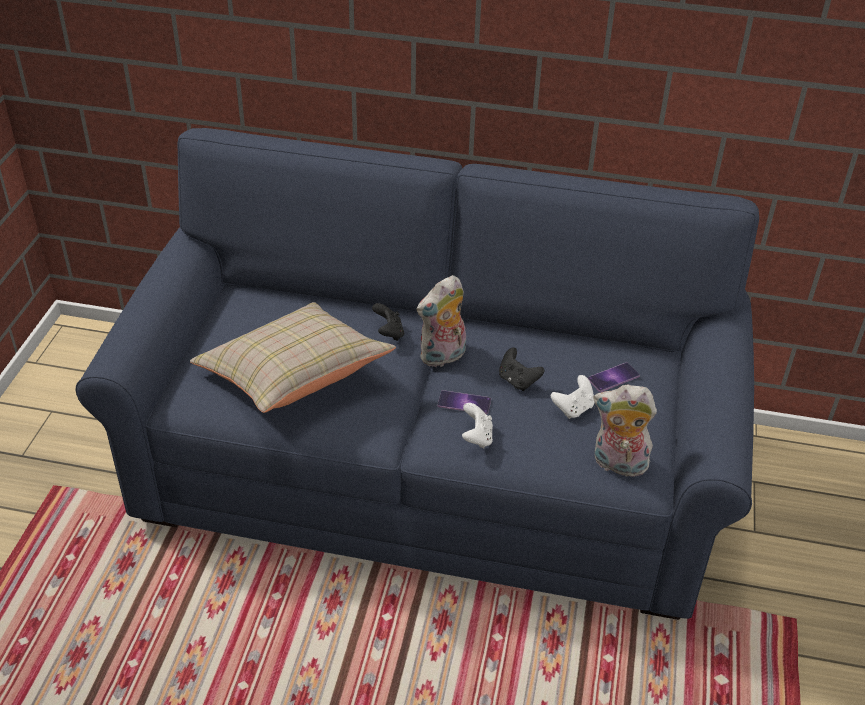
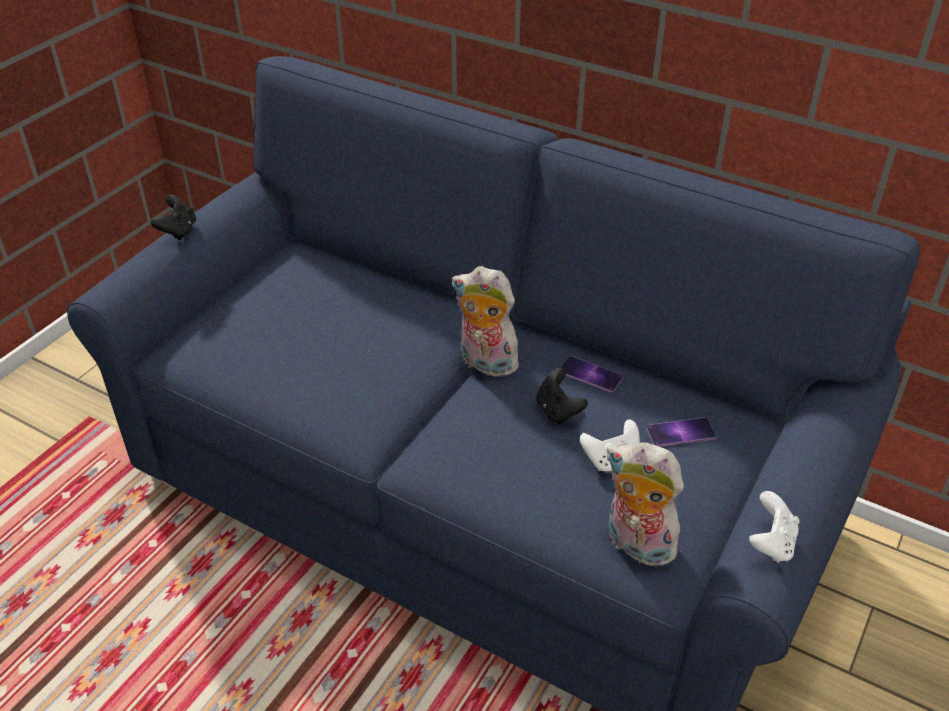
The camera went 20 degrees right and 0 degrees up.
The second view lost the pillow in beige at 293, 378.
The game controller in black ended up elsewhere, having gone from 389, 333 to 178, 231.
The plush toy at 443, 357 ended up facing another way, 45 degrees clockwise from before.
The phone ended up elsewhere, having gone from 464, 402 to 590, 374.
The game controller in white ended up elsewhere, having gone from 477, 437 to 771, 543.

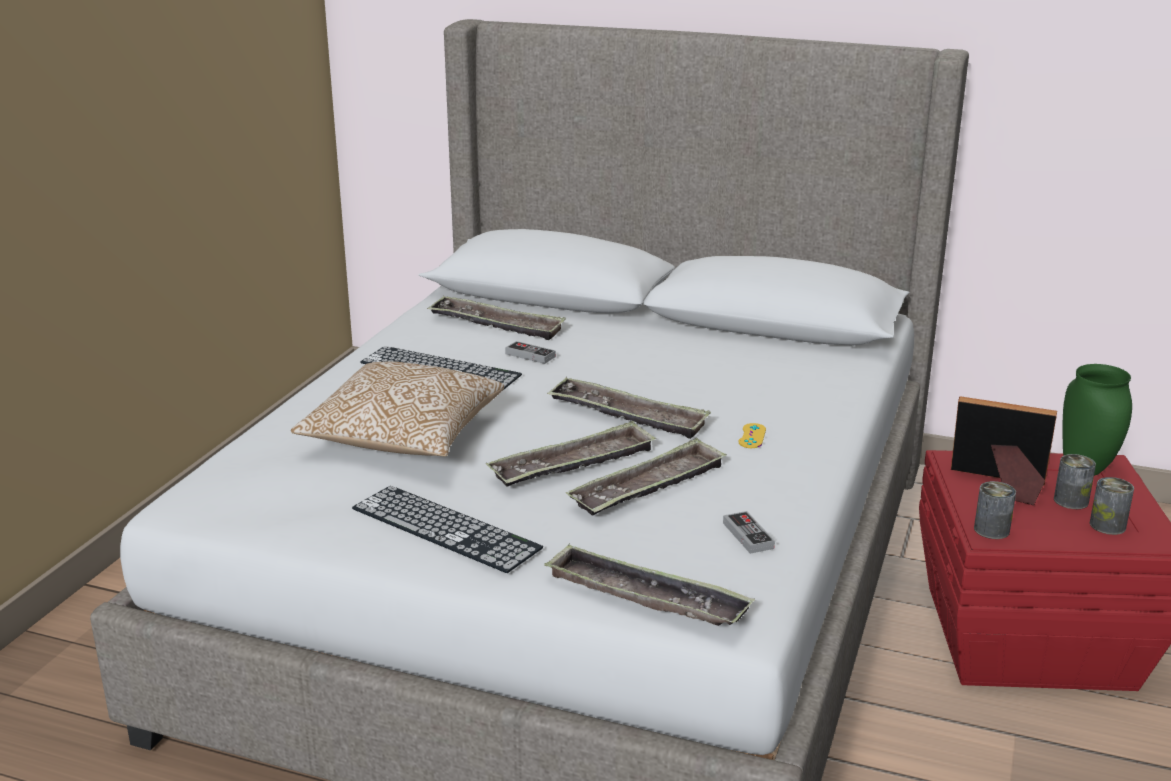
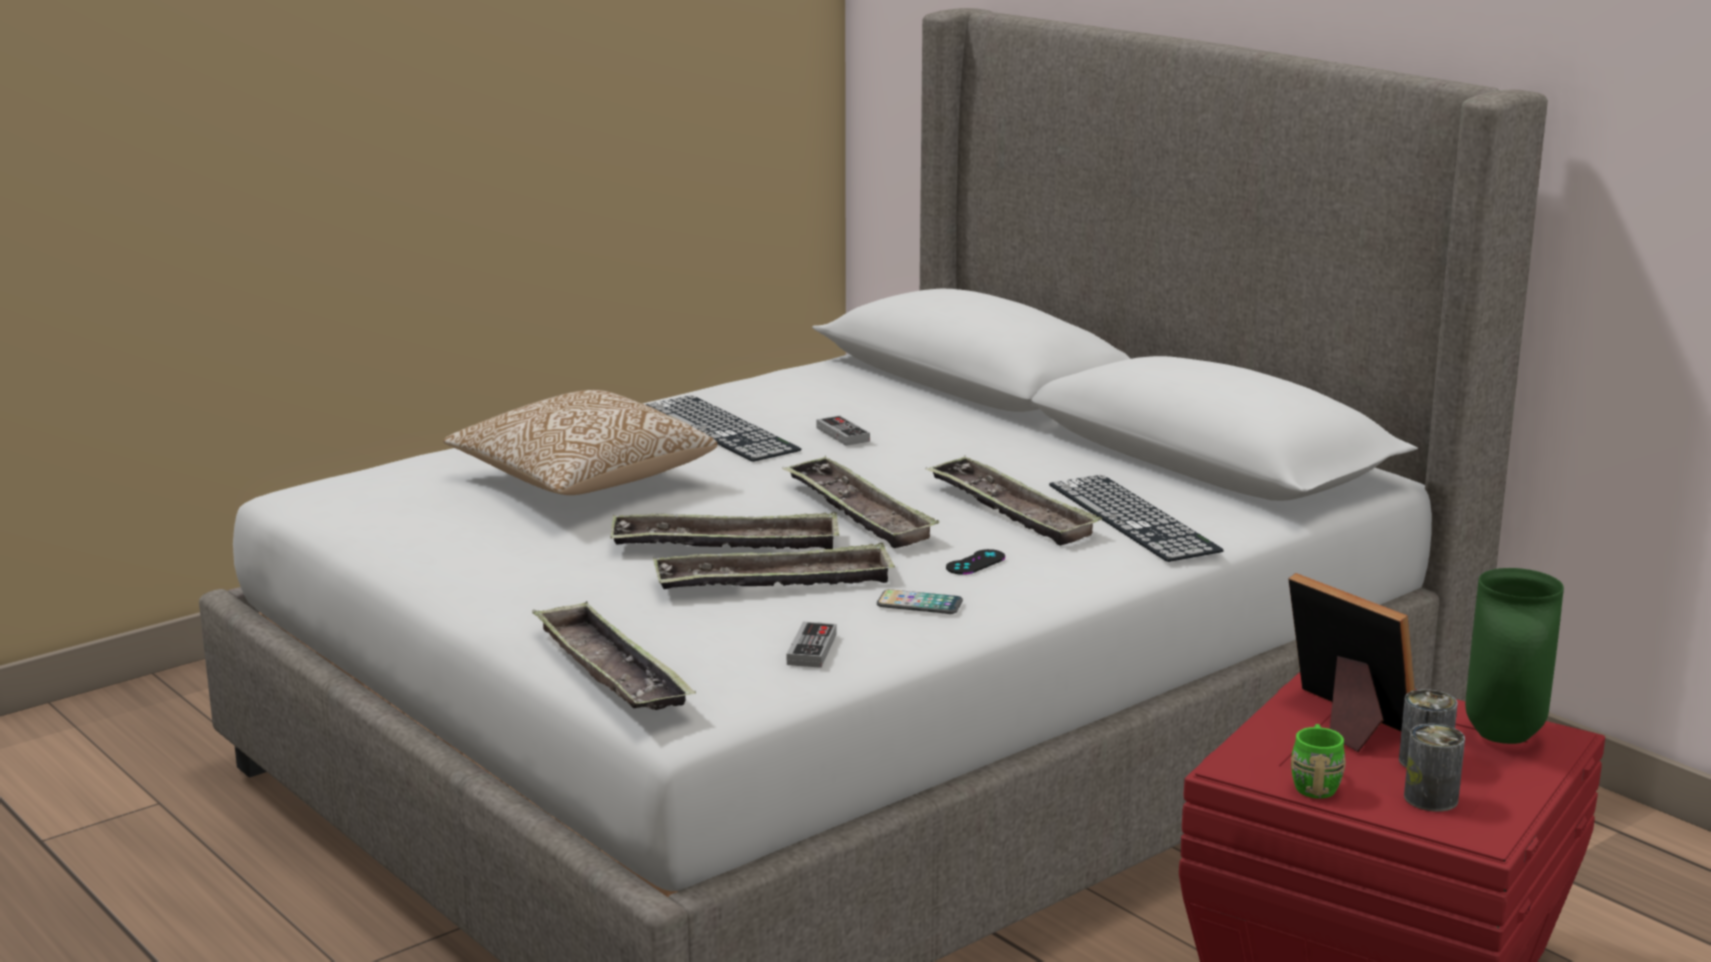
The camera went 30 degrees right and 5 degrees down.
The keyboard ended up elsewhere, having gone from 445, 528 to 1133, 518.
The tray ended up elsewhere, having gone from 496, 324 to 1010, 510.
What was the game controller in yellow at 752, 436 turned into the game controller in black at 975, 563.
The second view lost the can at 991, 530.
The second view gained the phone at 919, 604.
The second view gained the mug in green at 1315, 783.

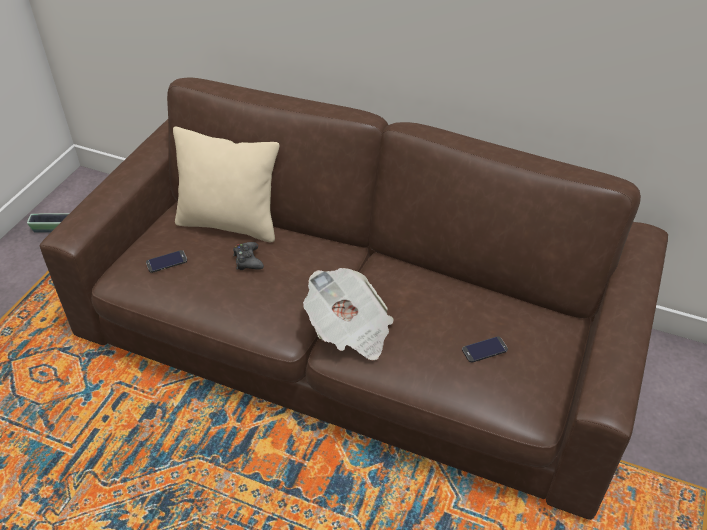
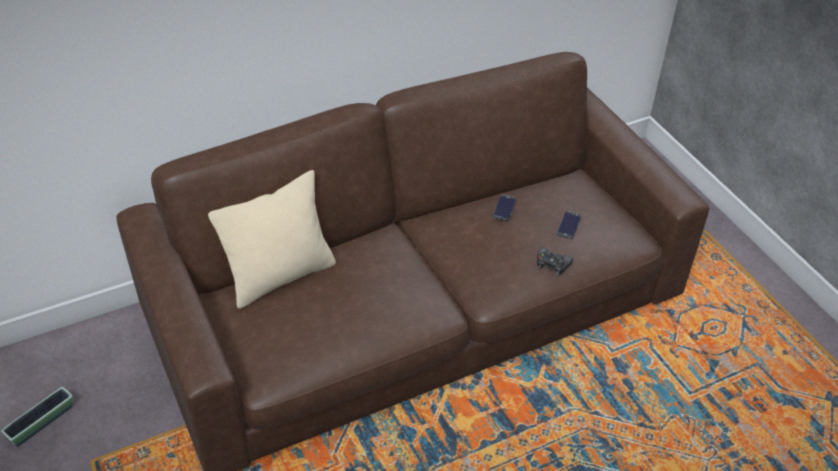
The camera went 50 degrees left and 0 degrees up.
The phone ended up elsewhere, having gone from 166, 262 to 504, 208.
The game controller in black ended up elsewhere, having gone from 248, 260 to 552, 264.
The second view lost the newspaper at 350, 329.

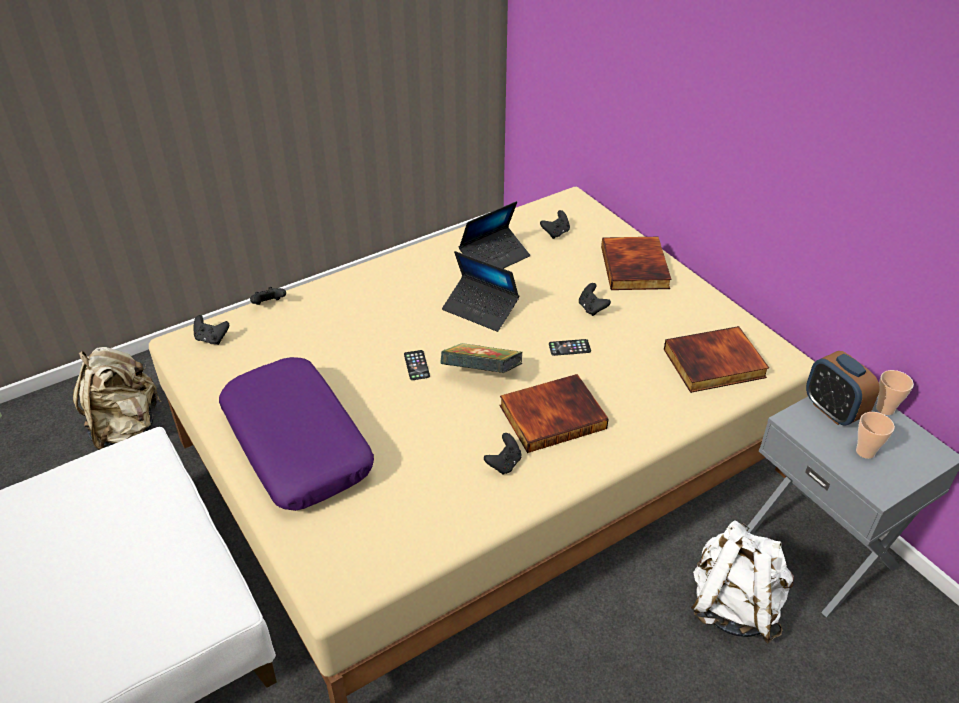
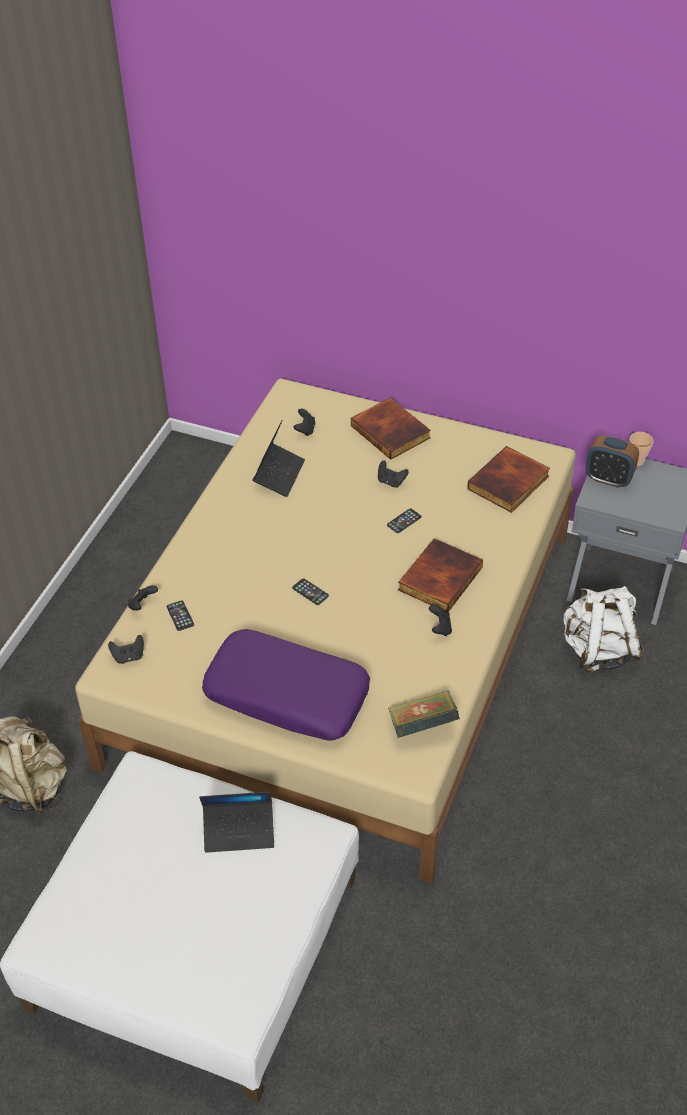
The camera went 35 degrees left and 5 degrees up.
The book ended up elsewhere, having gone from 481, 374 to 422, 727.
The laptop ended up elsewhere, having gone from 480, 309 to 239, 831.
The second view lost the cup at 865, 451.
The second view gained the phone at 180, 616.

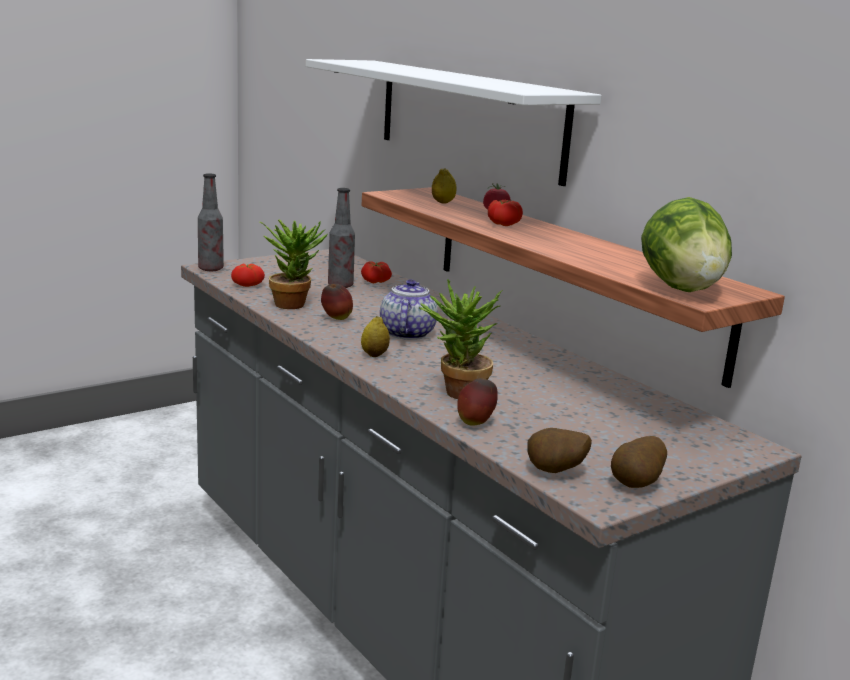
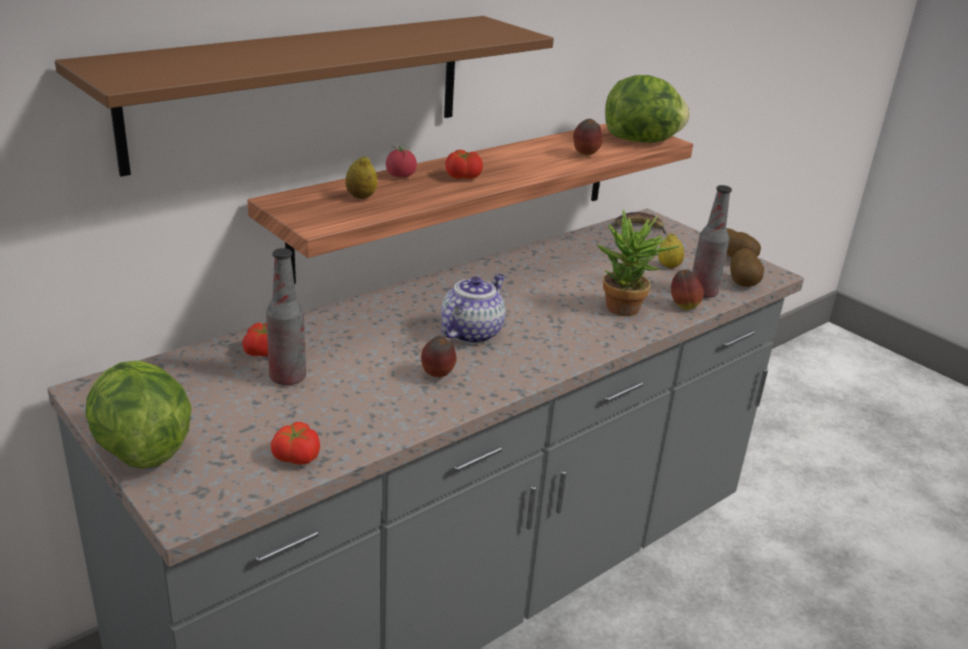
The camera went 95 degrees left and 10 degrees up.
The bottle ended up elsewhere, having gone from 211, 269 to 703, 293.
The second view lost the potted plant at 293, 303.
What was the shelf in white at 468, 118 turned into the shelf in brown at 302, 89.
The lemon ended up elsewhere, having gone from 374, 355 to 668, 266.
The teapot at 407, 333 ended up facing another way, 120 degrees clockwise from before.
The second view gained the lettuce at 140, 448.
The second view gained the apple at 585, 155.
The second view gained the banana at 638, 227.

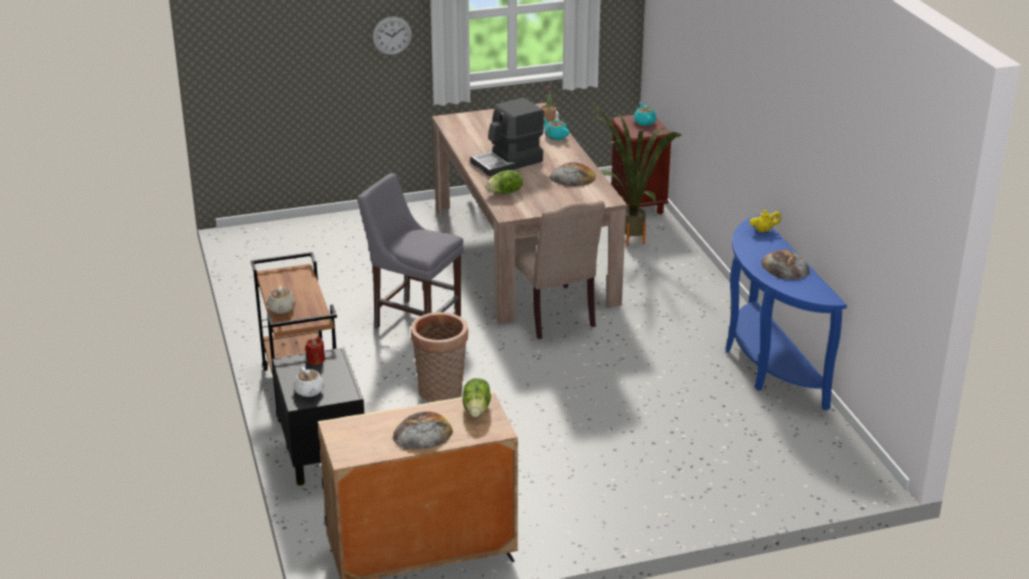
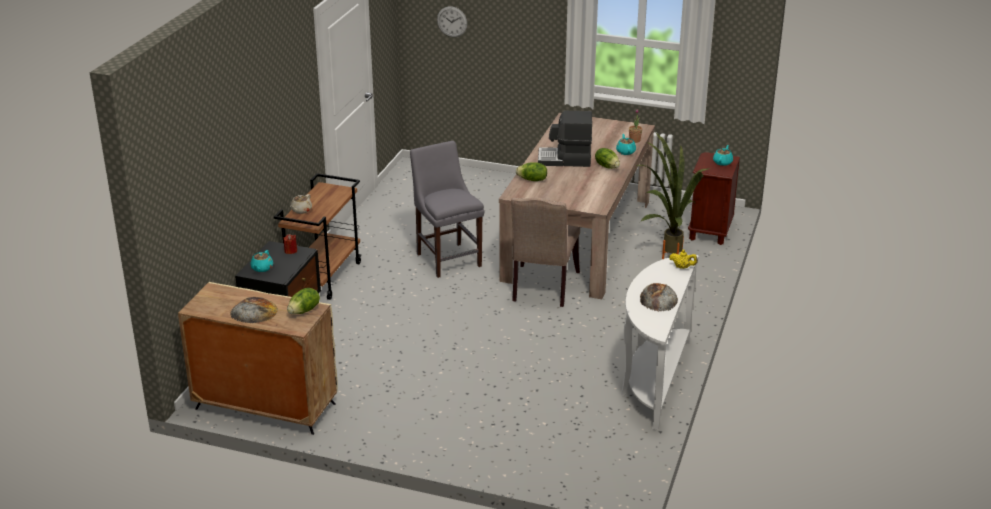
The camera went 35 degrees right and 0 degrees up.
What was the teapot in white at 309, 391 turned into the teapot in turquoise at 262, 268.
The wall clock ended up elsewhere, having gone from 392, 35 to 452, 21.
The second view lost the basket at 441, 393.
The second view lost the bread at 572, 177.
What was the console table in blue at 766, 365 turned into the console table in white at 653, 380.
The second view gained the lettuce at 607, 166.

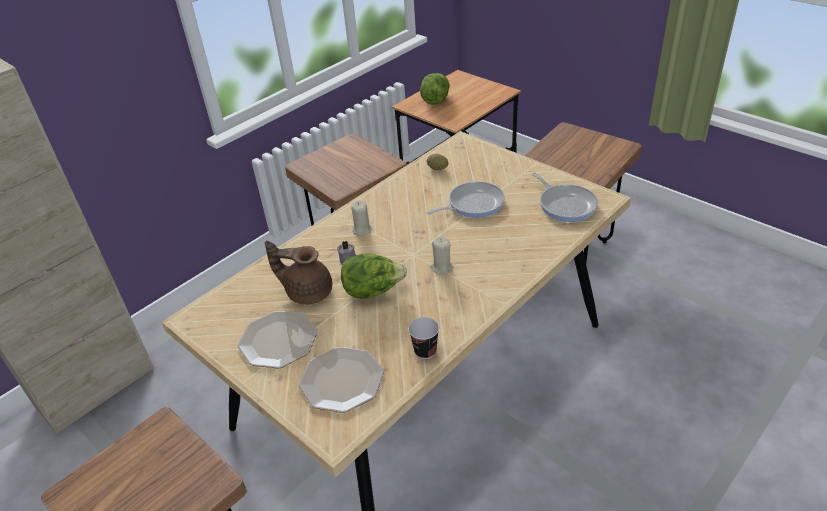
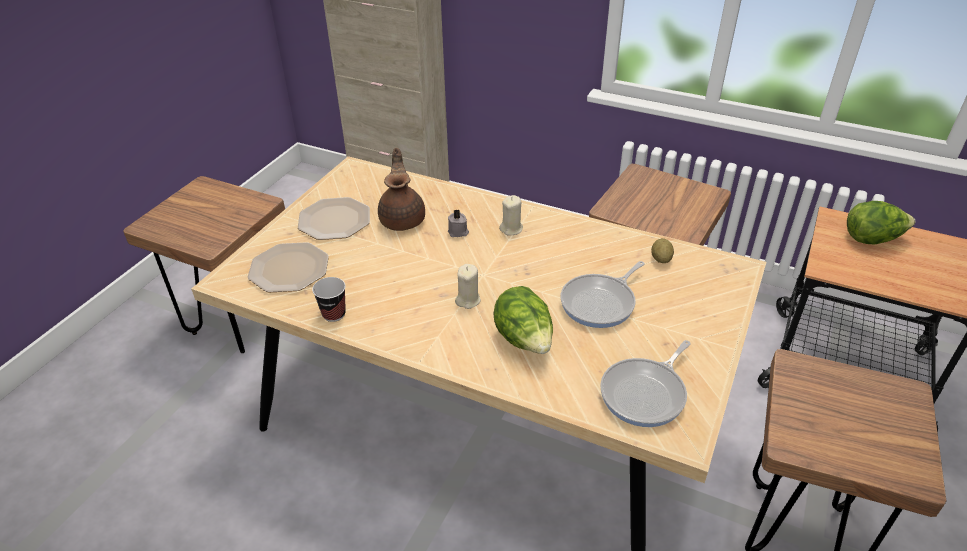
The camera went 70 degrees right and 0 degrees up.
The lettuce ended up elsewhere, having gone from 373, 291 to 524, 340.
The frying pan at 472, 204 ended up facing another way, 90 degrees clockwise from before.

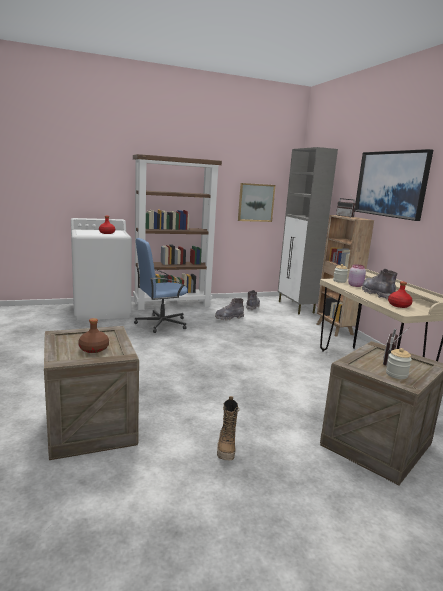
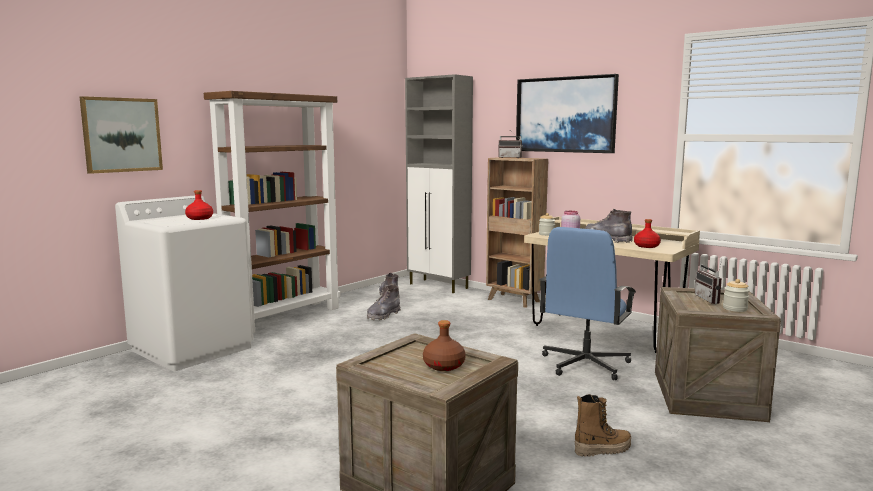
The camera went 30 degrees left and 5 degrees down.
The office chair in blue ended up elsewhere, having gone from 161, 323 to 584, 364.
The boot at 226, 448 ended up facing another way, 75 degrees counterclockwise from before.
The picture ended up elsewhere, having gone from 256, 202 to 122, 135.

